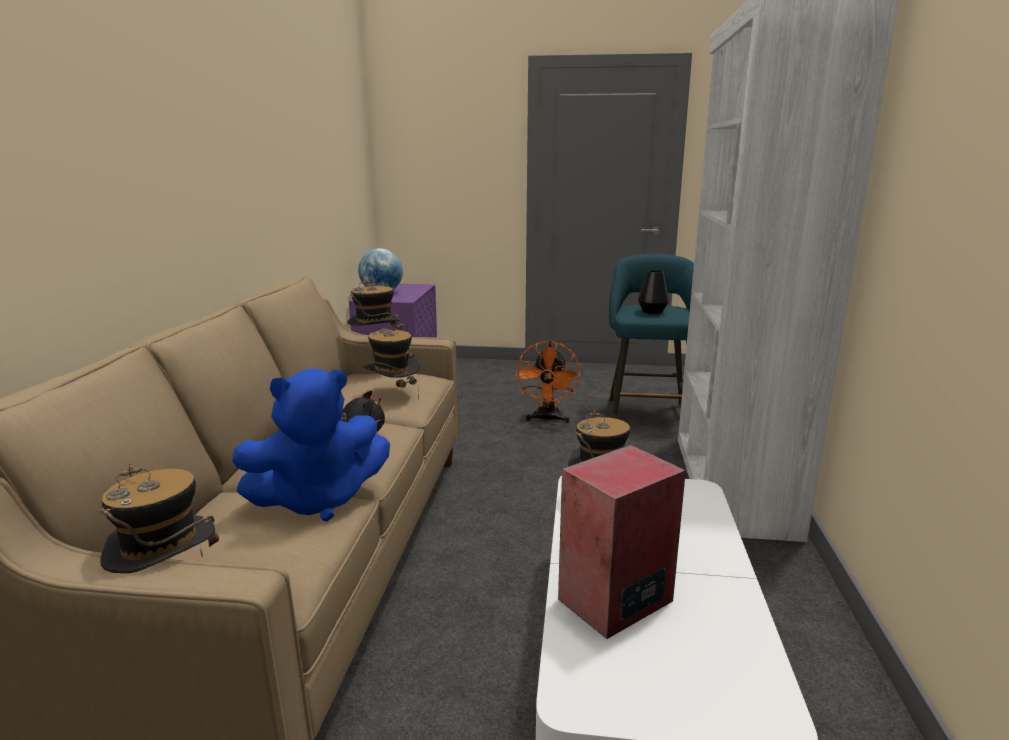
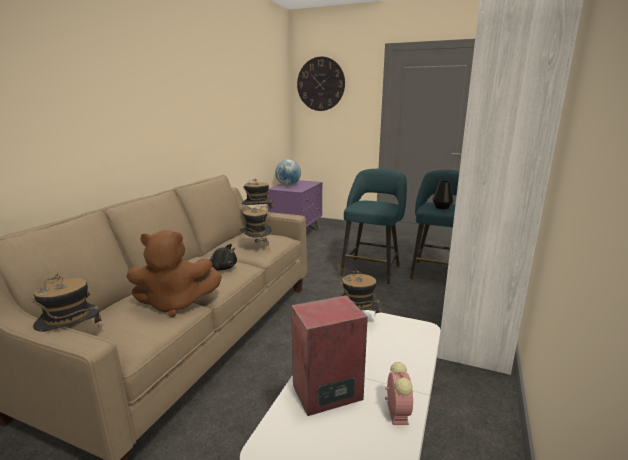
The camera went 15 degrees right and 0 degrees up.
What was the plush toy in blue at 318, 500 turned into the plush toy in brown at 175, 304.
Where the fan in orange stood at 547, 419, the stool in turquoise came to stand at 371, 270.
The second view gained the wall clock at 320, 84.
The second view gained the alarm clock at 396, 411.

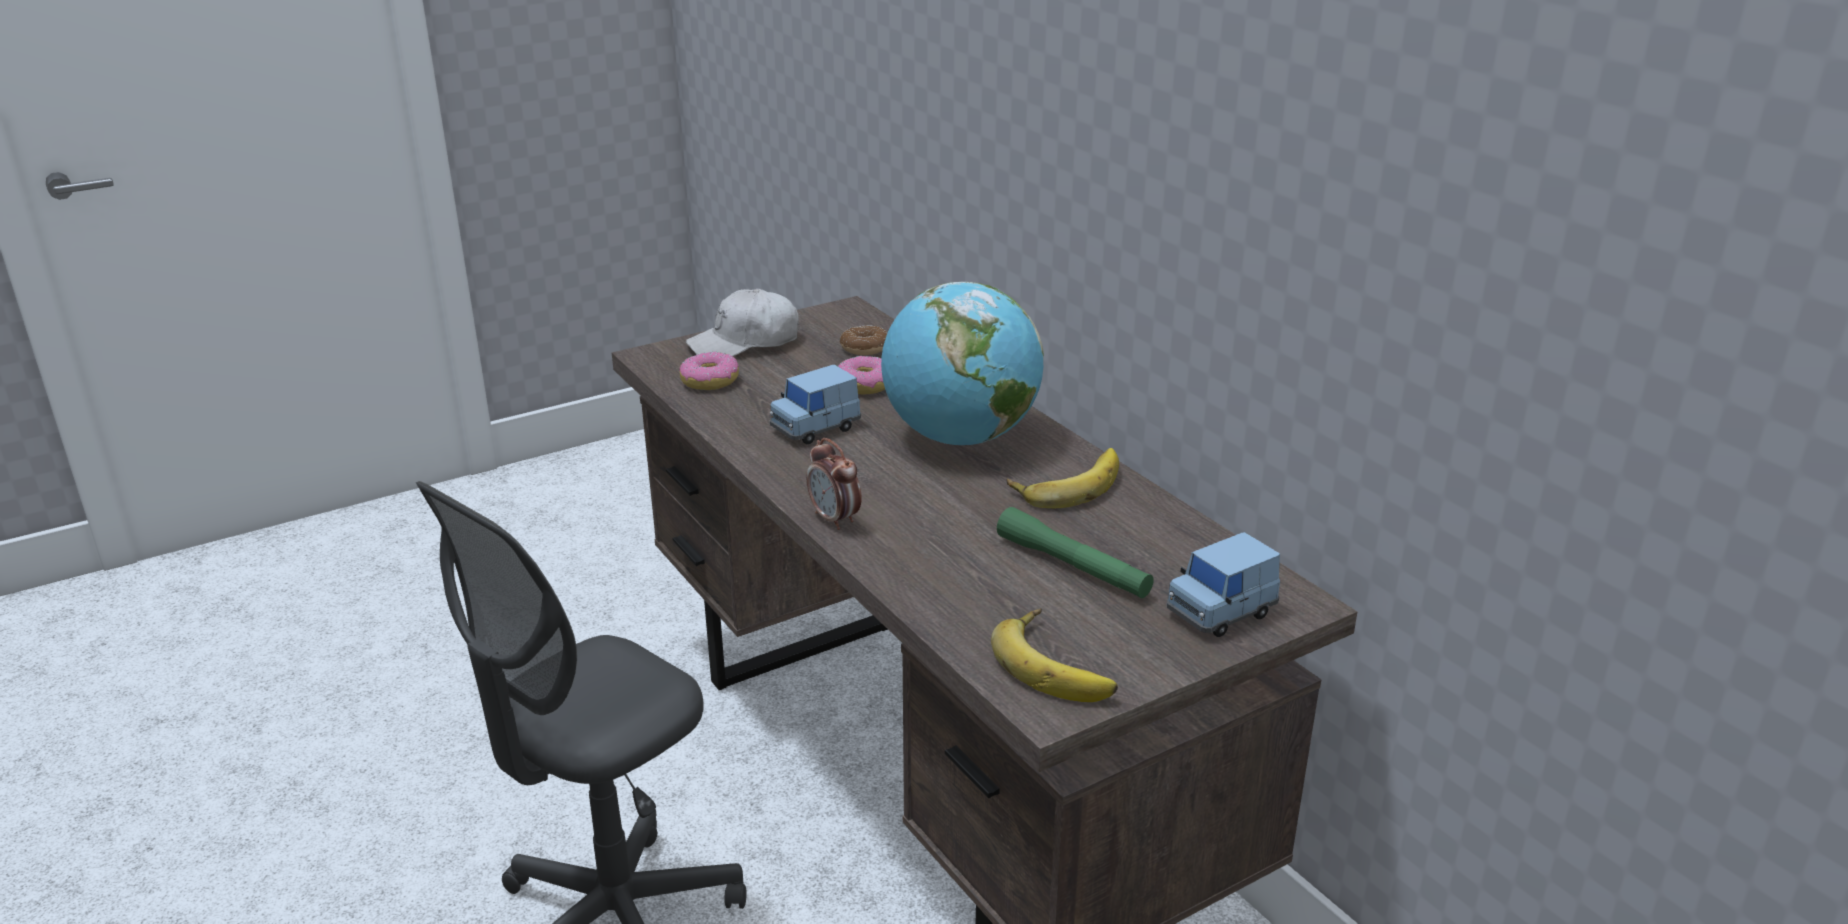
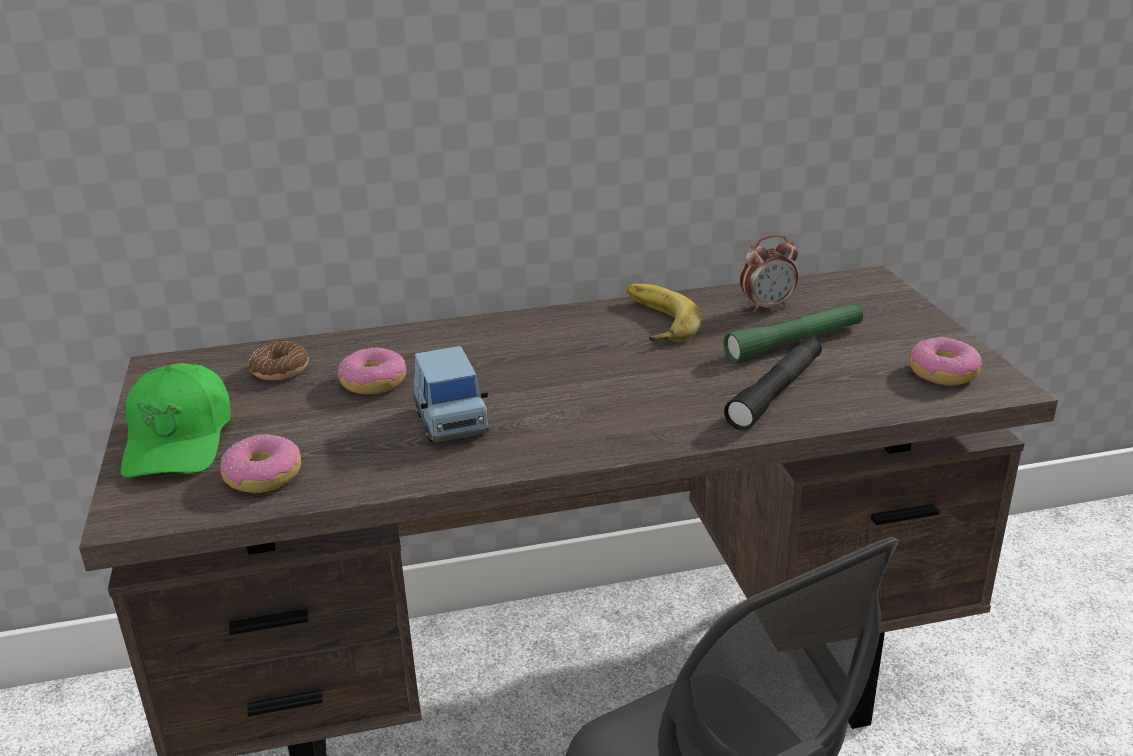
The camera went 70 degrees left and 0 degrees up.
What was the cap in white at 745, 343 turned into the cap in green at 179, 440.
The alarm clock ended up elsewhere, having gone from 835, 519 to 767, 306.
The second view lost the globe at 960, 438.
Where the banana stood at 1058, 664, the donut came to stand at 942, 373.
The second view lost the toy car in blue at 1221, 612.
The second view gained the flashlight in black at 776, 393.

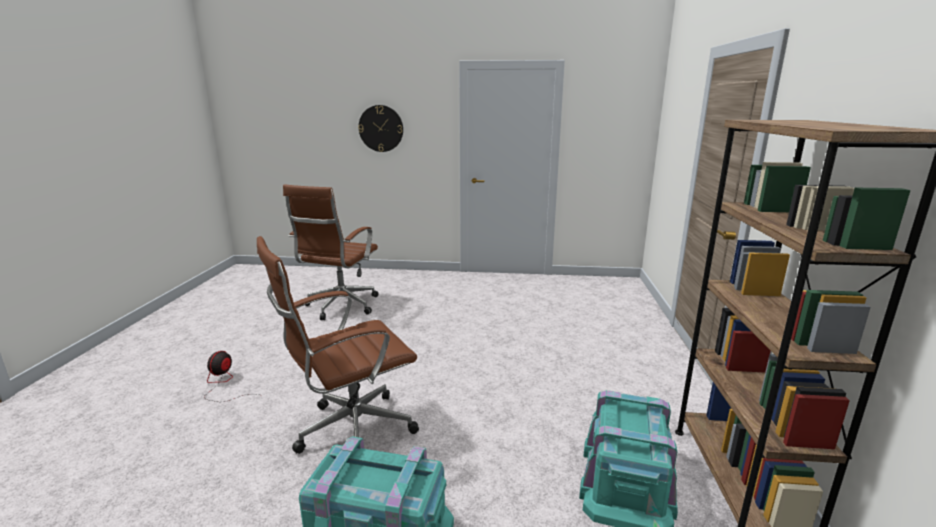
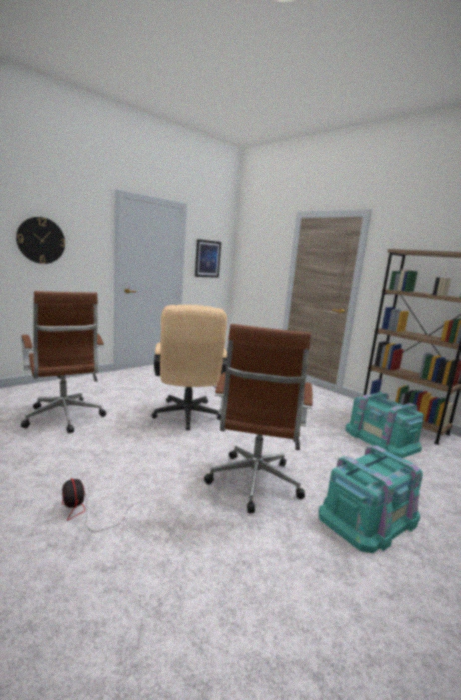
The camera went 50 degrees left and 5 degrees down.
The second view gained the office chair in beige at 187, 417.
The second view gained the picture at 207, 259.

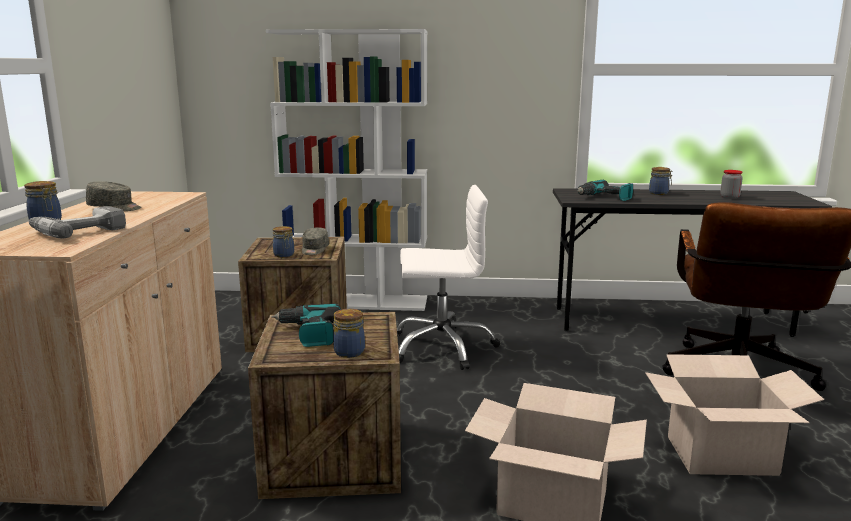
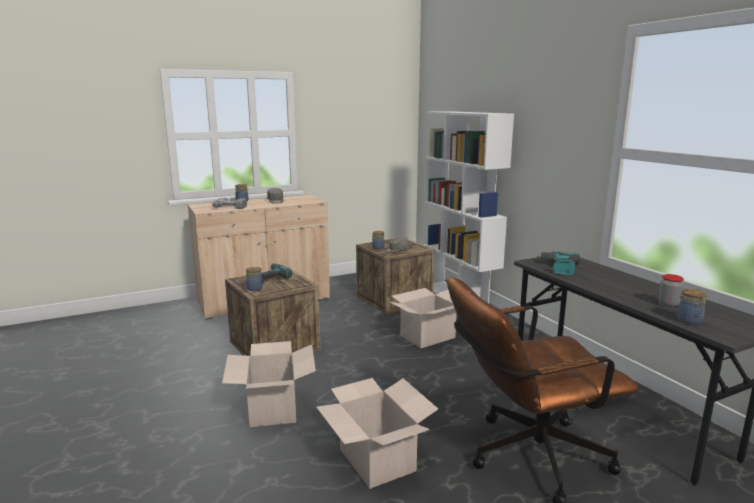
The camera went 60 degrees right and 0 degrees up.
Where the office chair in white stood at 442, 347, the cardboard box came to stand at 427, 337.
The jar ended up elsewhere, having gone from 659, 193 to 690, 321.

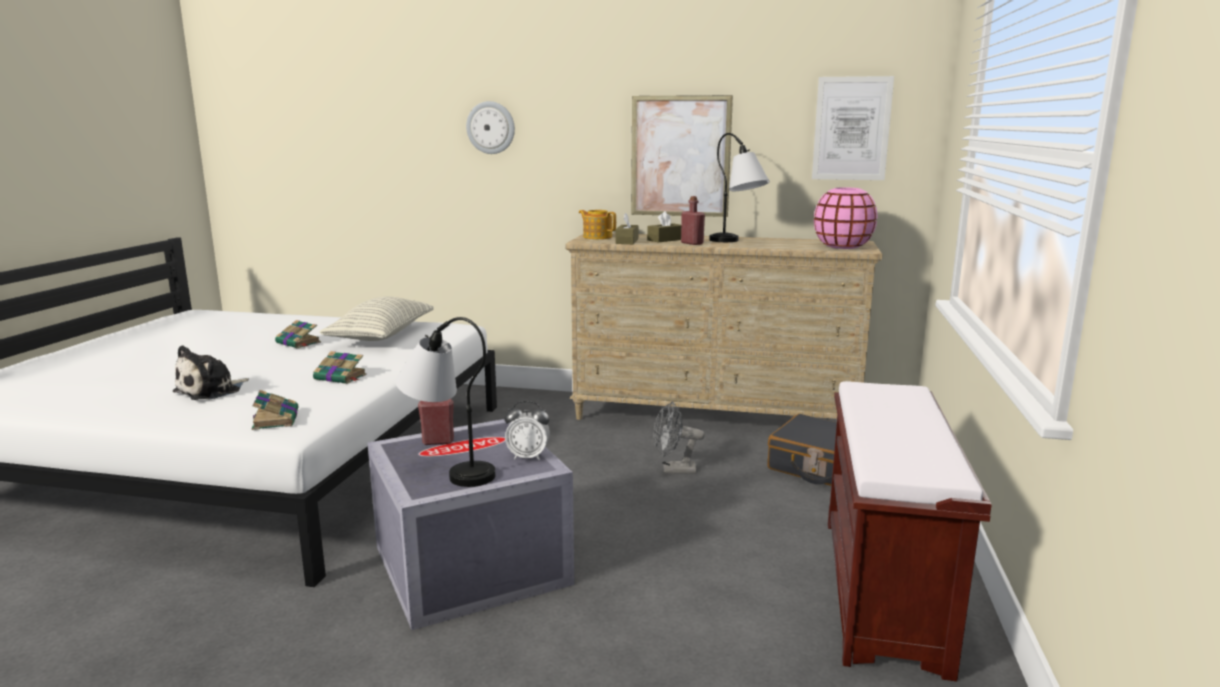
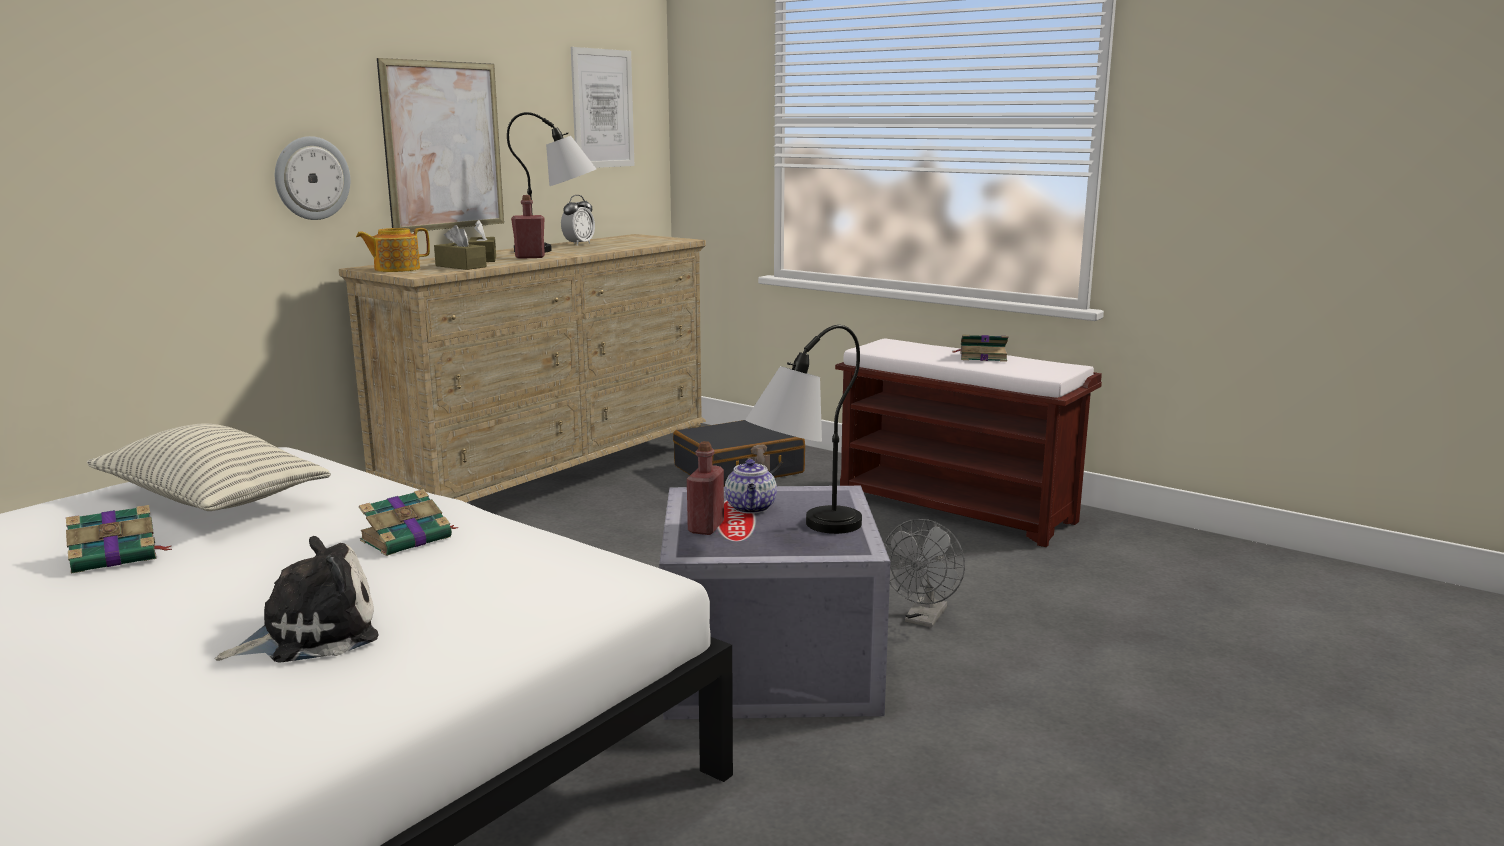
The camera went 65 degrees left and 0 degrees up.
The plush toy at 211, 391 ended up facing another way, 90 degrees counterclockwise from before.
The book ended up elsewhere, having gone from 276, 419 to 981, 357.
The wall clock ended up elsewhere, having gone from 491, 127 to 311, 178.
The alarm clock ended up elsewhere, having gone from 528, 457 to 578, 244.
The fan in grey ended up elsewhere, having gone from 673, 470 to 924, 619.
The second view lost the vase in pink at 843, 246.
The second view gained the teapot at 751, 508.

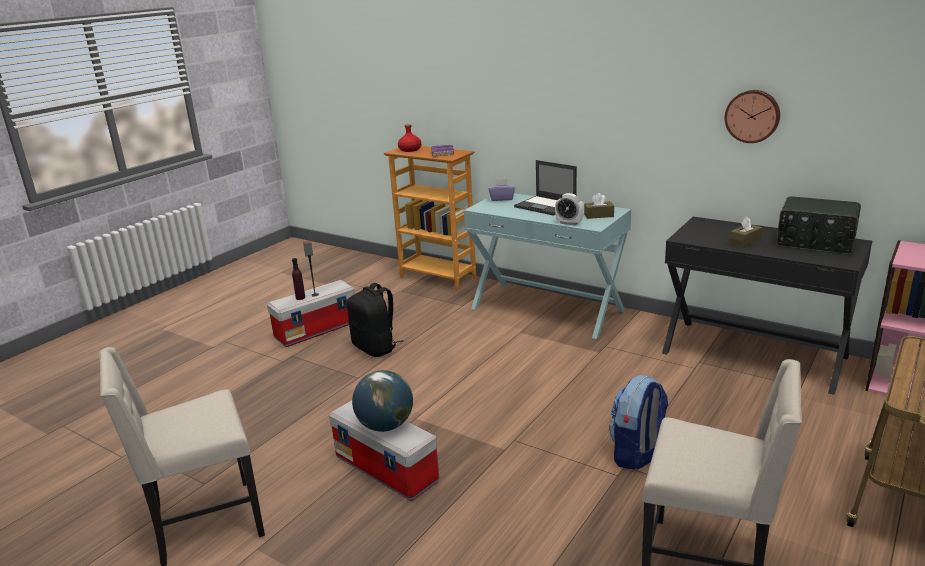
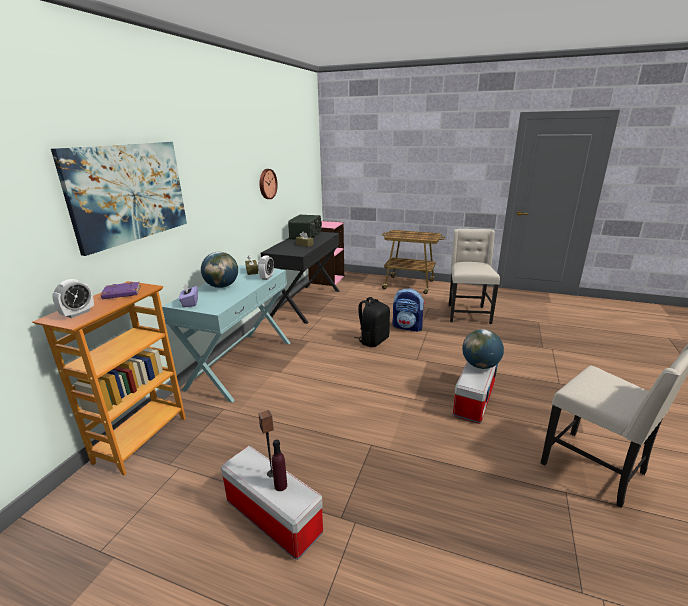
The camera went 105 degrees left and 0 degrees up.
The backpack in black ended up elsewhere, having gone from 376, 348 to 373, 340.
Where the bottle in red stood at 410, 150, the alarm clock came to stand at 78, 313.
Where the laptop stood at 546, 206, the globe came to stand at 222, 286.
The second view gained the picture at 129, 193.

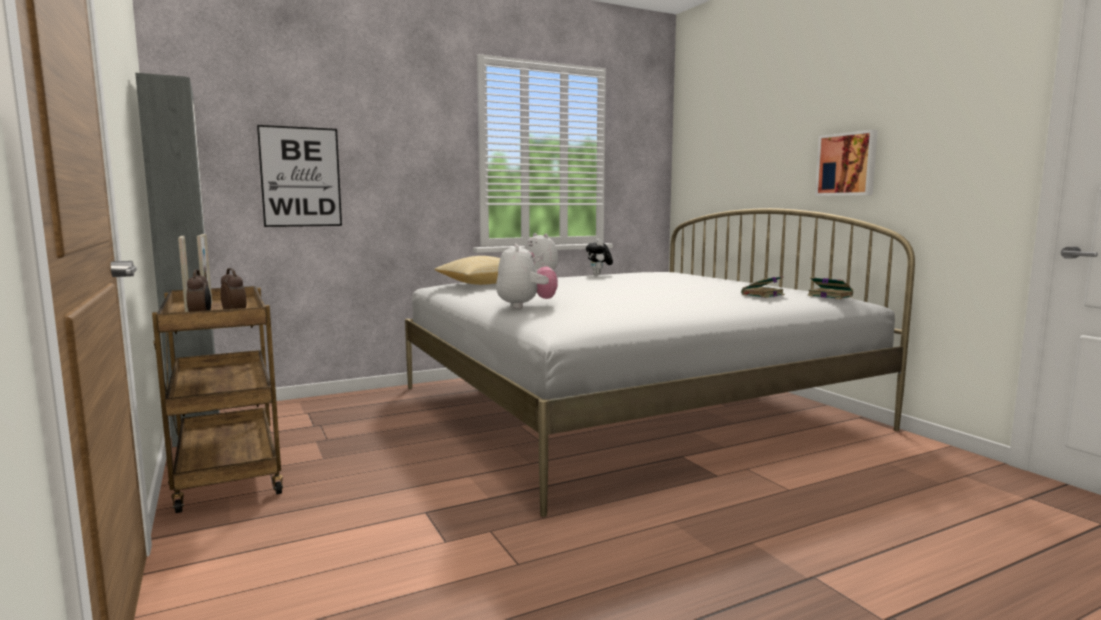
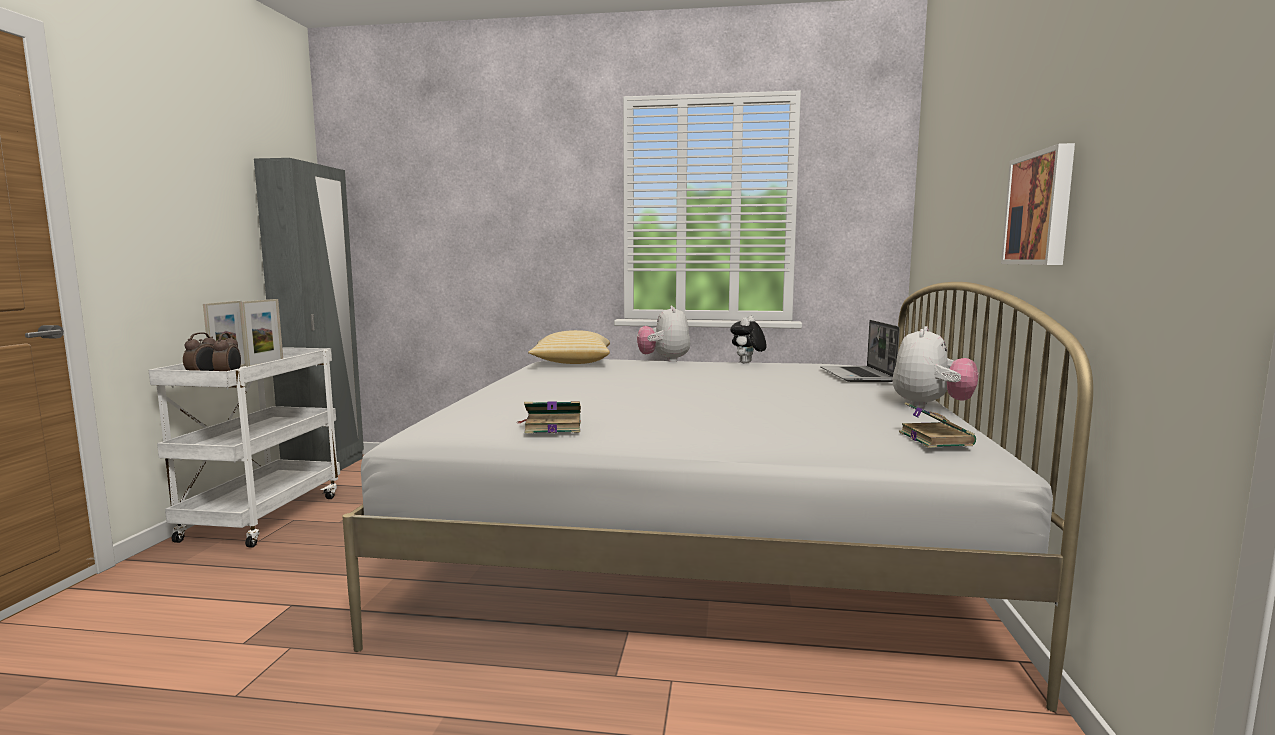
The camera went 35 degrees right and 0 degrees up.
What was the cart in brown at 226, 473 turned into the cart in white at 263, 516.
The second view lost the picture at 300, 177.
The plush toy ended up elsewhere, having gone from 525, 306 to 930, 406.
The book ended up elsewhere, having gone from 762, 295 to 551, 427.
The second view gained the laptop at 858, 376.

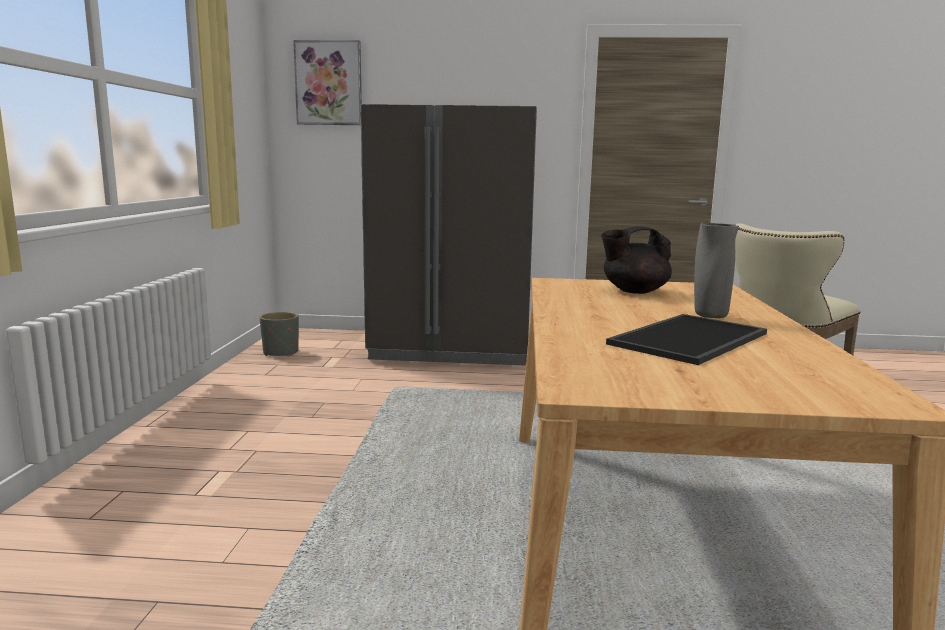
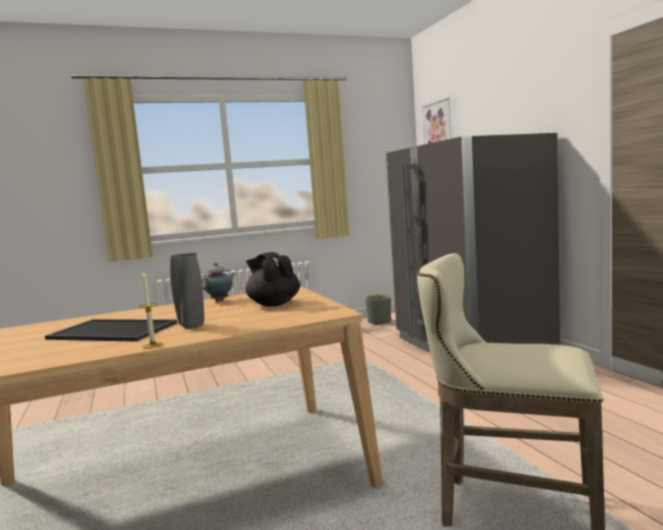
The camera went 65 degrees right and 5 degrees down.
The second view gained the candle at 153, 345.
The second view gained the teapot at 221, 300.

